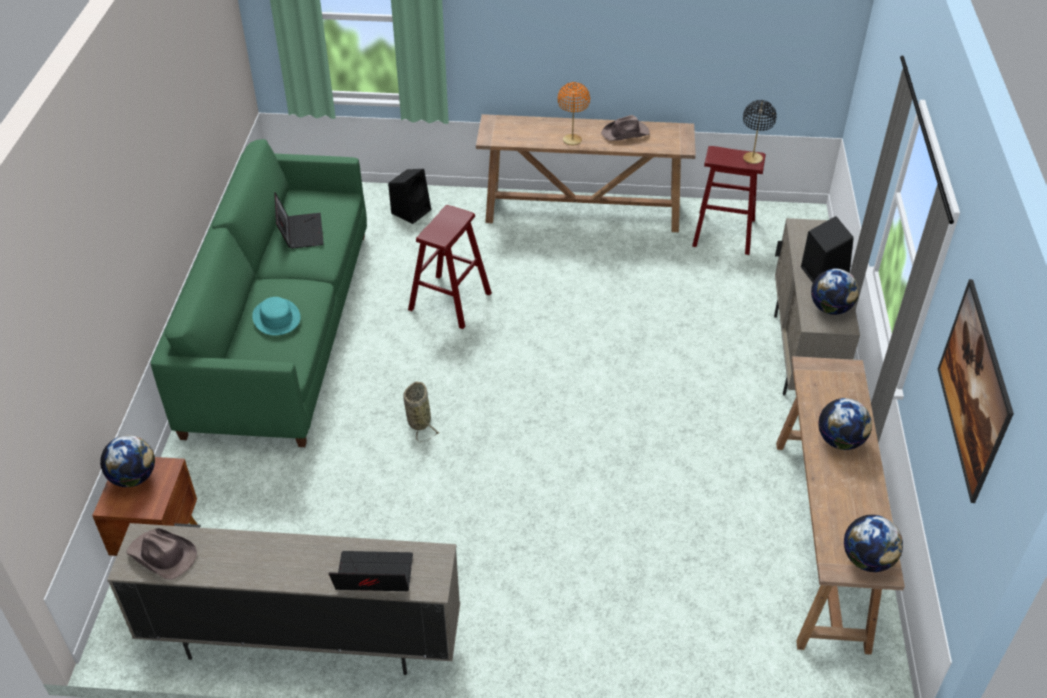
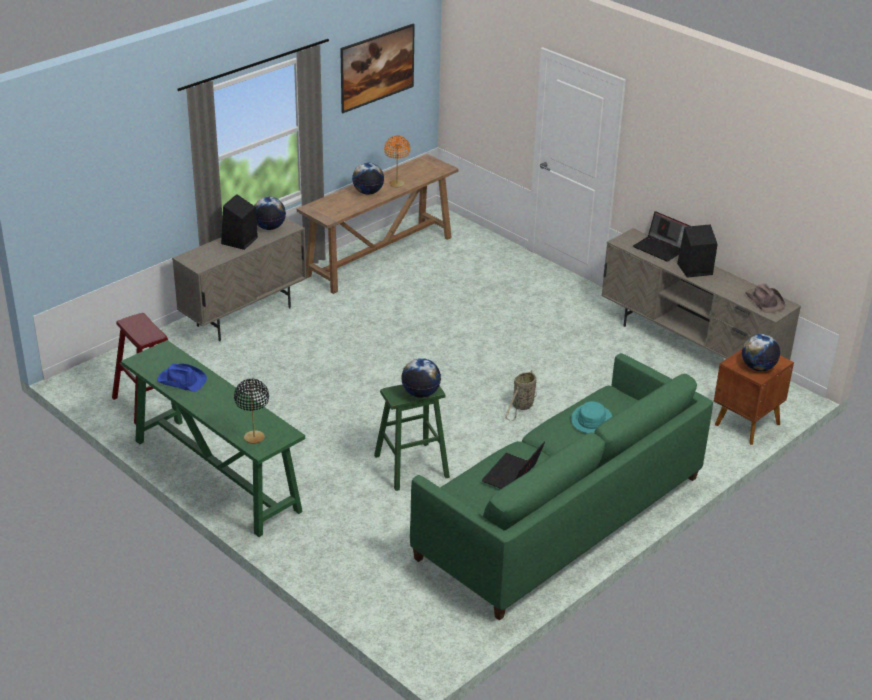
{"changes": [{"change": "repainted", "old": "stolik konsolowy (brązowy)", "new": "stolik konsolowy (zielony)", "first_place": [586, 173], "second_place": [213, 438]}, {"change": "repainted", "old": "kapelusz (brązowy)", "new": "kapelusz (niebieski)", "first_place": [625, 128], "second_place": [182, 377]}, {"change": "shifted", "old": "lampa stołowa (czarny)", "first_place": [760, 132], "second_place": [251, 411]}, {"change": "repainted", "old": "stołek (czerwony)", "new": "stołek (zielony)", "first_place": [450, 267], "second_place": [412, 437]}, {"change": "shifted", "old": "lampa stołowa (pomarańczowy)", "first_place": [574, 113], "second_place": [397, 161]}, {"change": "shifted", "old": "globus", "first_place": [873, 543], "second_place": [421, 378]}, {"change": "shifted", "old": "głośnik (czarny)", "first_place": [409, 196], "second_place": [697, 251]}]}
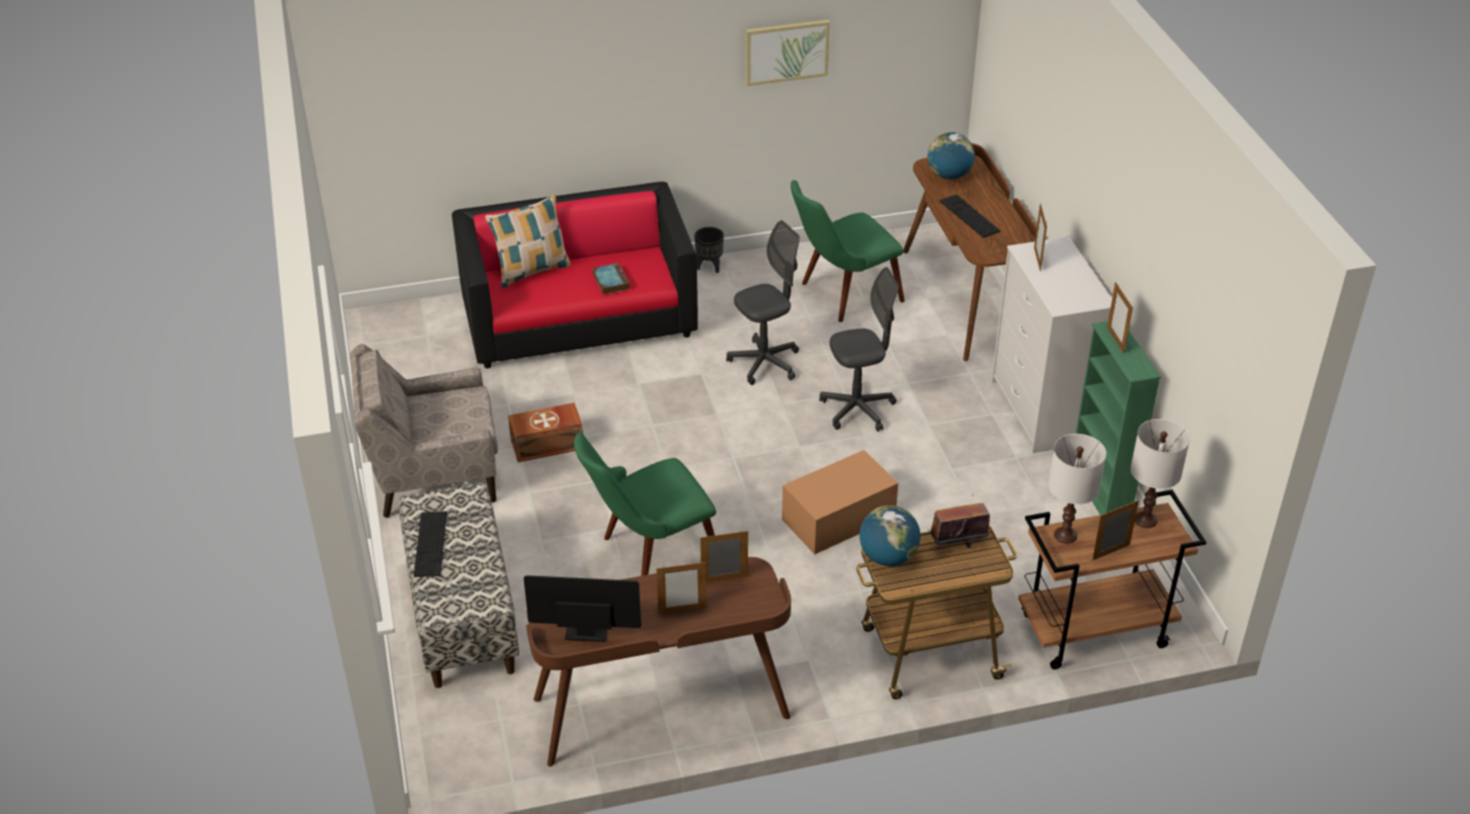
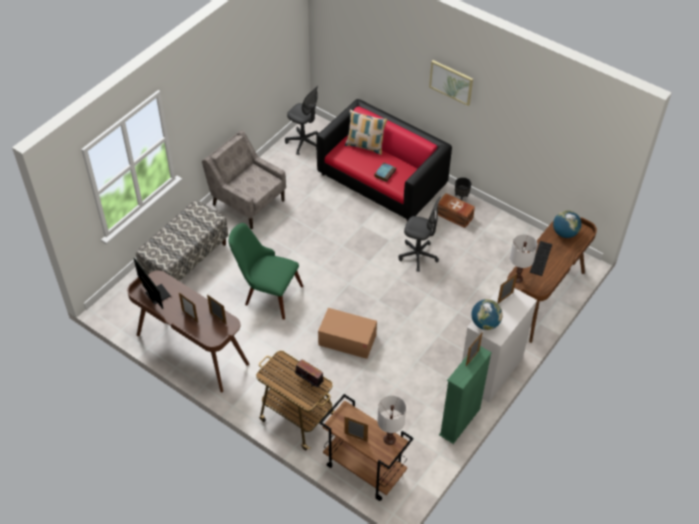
{"changes": [{"change": "shifted", "old": "krzesło biurowe (szary)", "first_place": [859, 349], "second_place": [302, 120]}, {"change": "shifted", "old": "obraz", "first_place": [788, 53], "second_place": [451, 83]}, {"change": "shifted", "old": "pojemnik do przechowywania (brązowy)", "first_place": [545, 432], "second_place": [456, 210]}, {"change": "shifted", "old": "globus", "first_place": [890, 535], "second_place": [487, 314]}, {"change": "shifted", "old": "lampa stołowa (biały)", "first_place": [1077, 489], "second_place": [524, 258]}, {"change": "gone", "old": "klawiatura", "first_place": [430, 544]}, {"change": "gone", "old": "krzesło (zielony)", "first_place": [848, 251]}]}
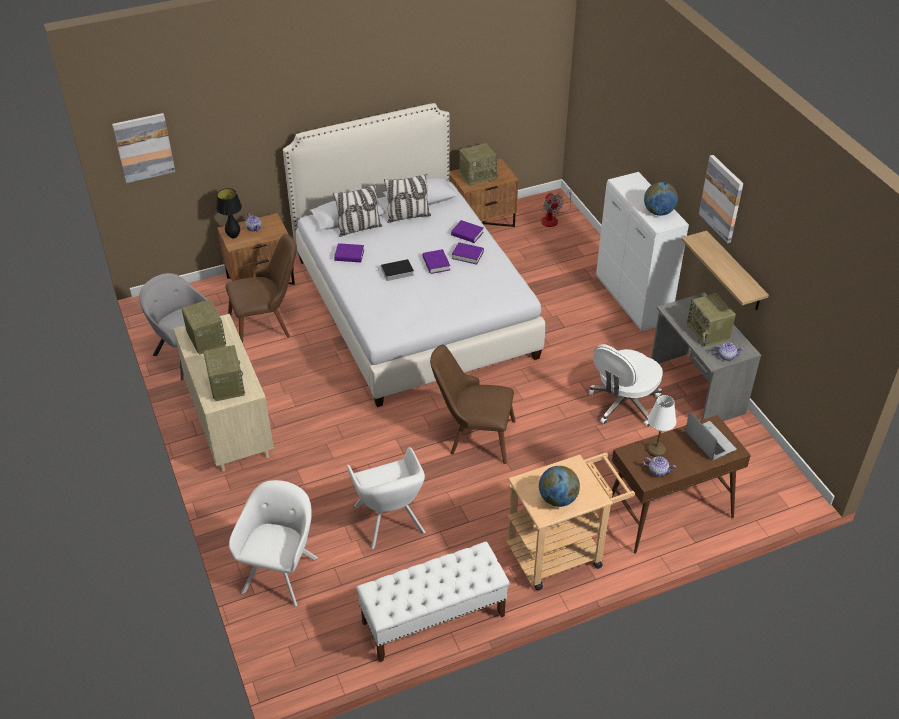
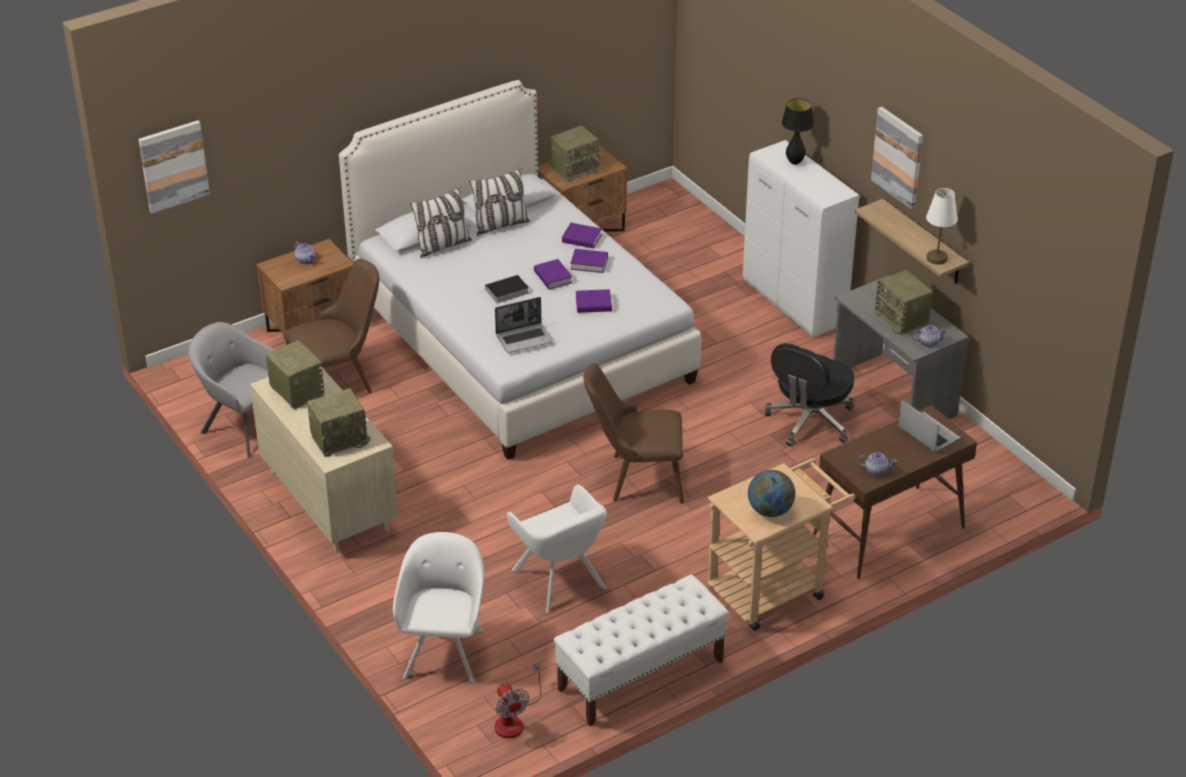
{"changes": [{"change": "rotated", "old": "radio", "first_place": [224, 373], "second_place": [338, 422], "degrees": 90}, {"change": "shifted", "old": "wentylator", "first_place": [556, 208], "second_place": [517, 700]}, {"change": "new", "new": "laptop", "second_place": [524, 325]}, {"change": "shifted", "old": "książka (fioletowy)", "first_place": [349, 252], "second_place": [594, 301]}, {"change": "repainted", "old": "krzesło biurowe (biały)", "new": "krzesło biurowe (czarny)", "first_place": [626, 385], "second_place": [809, 395]}, {"change": "shifted", "old": "lampa stołowa (czarny)", "first_place": [229, 213], "second_place": [798, 132]}, {"change": "shifted", "old": "lampa stołowa (biały)", "first_place": [661, 426], "second_place": [942, 226]}, {"change": "gone", "old": "globus", "first_place": [661, 199]}]}
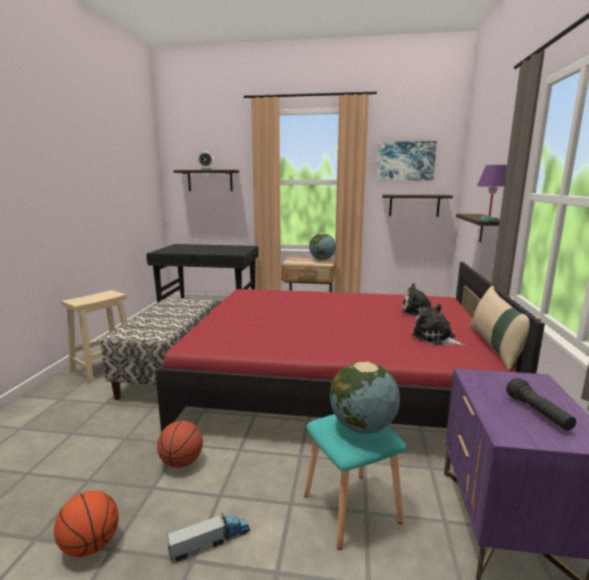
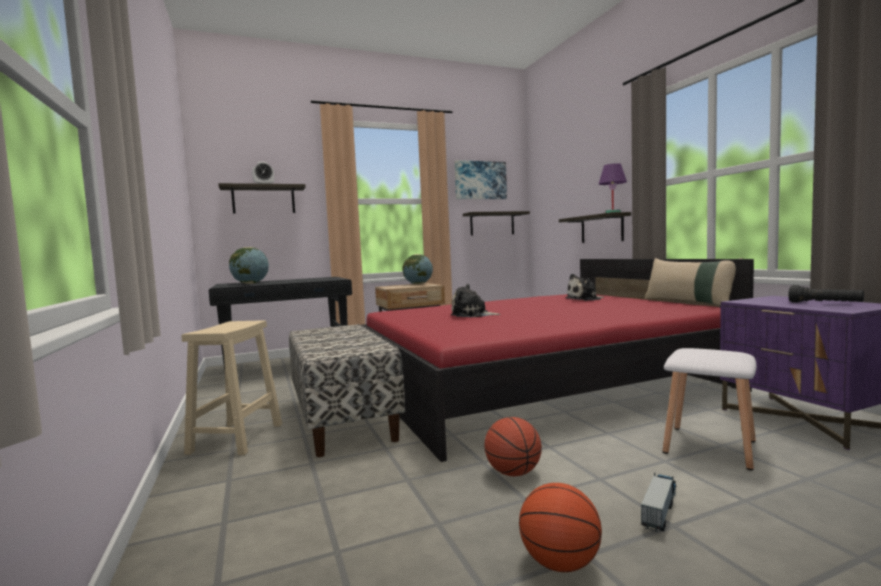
{"changes": [{"change": "shifted", "old": "globus", "first_place": [365, 398], "second_place": [249, 265]}, {"change": "shifted", "old": "pluszak", "first_place": [438, 325], "second_place": [476, 300]}, {"change": "repainted", "old": "stołek (turkusowy)", "new": "stołek (biały)", "first_place": [355, 482], "second_place": [709, 409]}]}
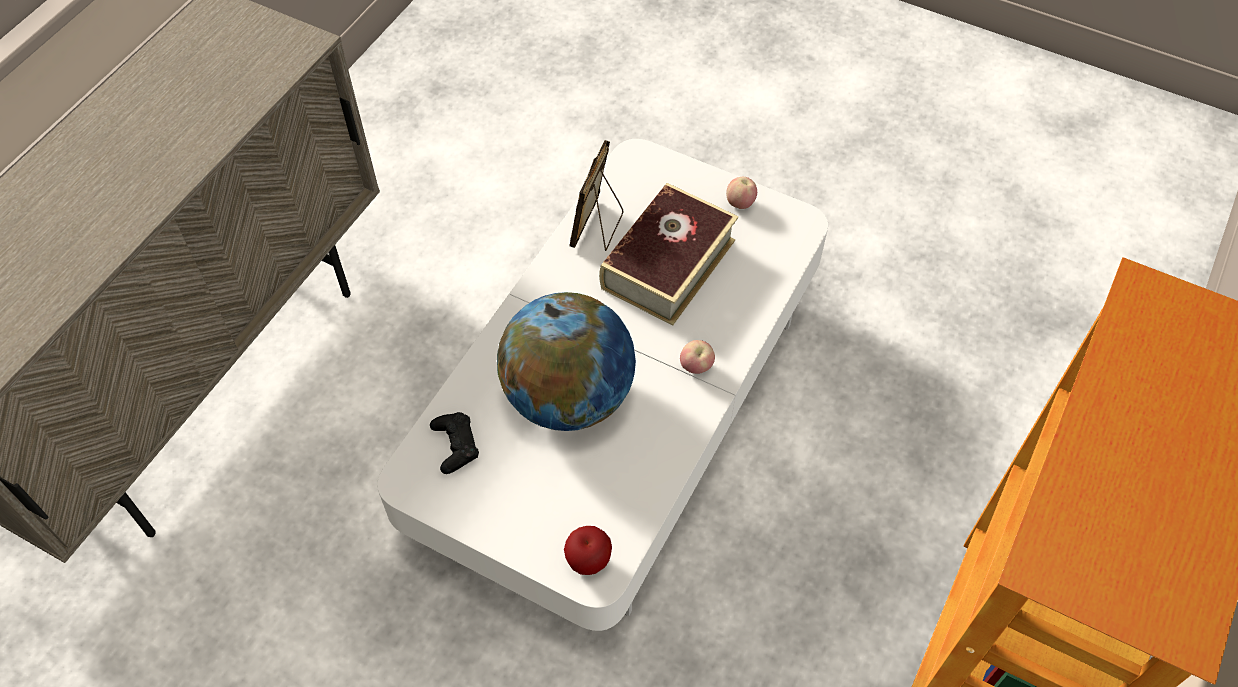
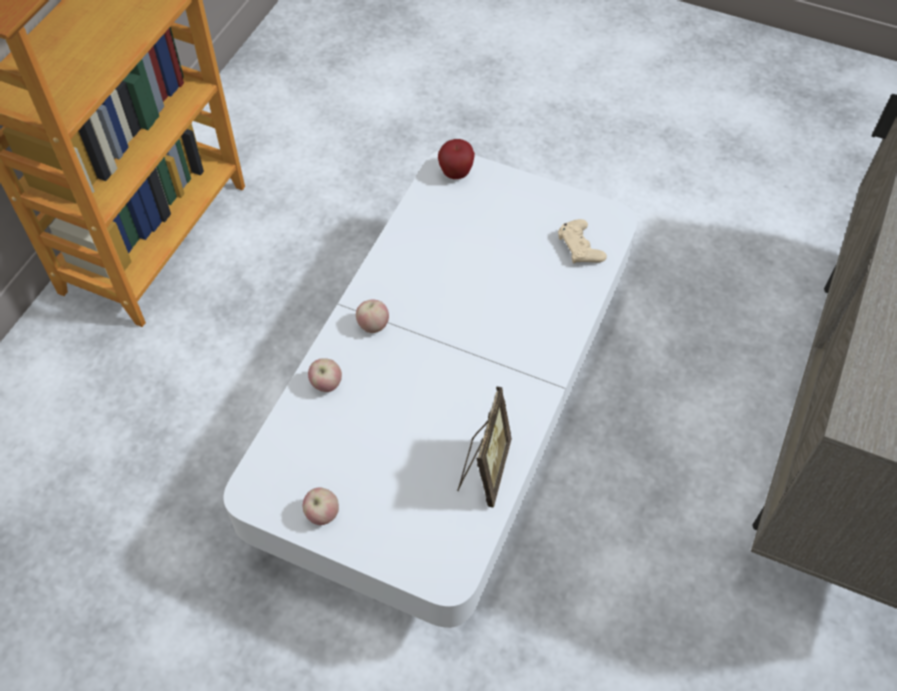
{"changes": [{"change": "new", "new": "jabłko", "second_place": [325, 375]}, {"change": "repainted", "old": "pad do gier (czarny)", "new": "pad do gier (beżowy)", "first_place": [454, 443], "second_place": [582, 241]}, {"change": "gone", "old": "globus", "first_place": [566, 361]}, {"change": "gone", "old": "książka", "first_place": [668, 254]}]}
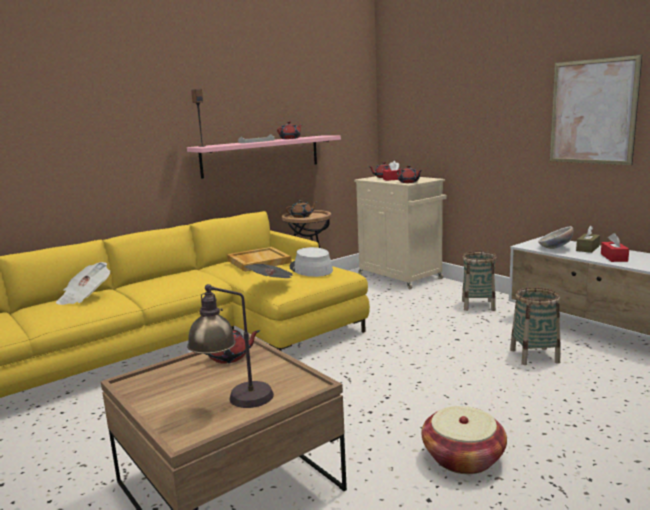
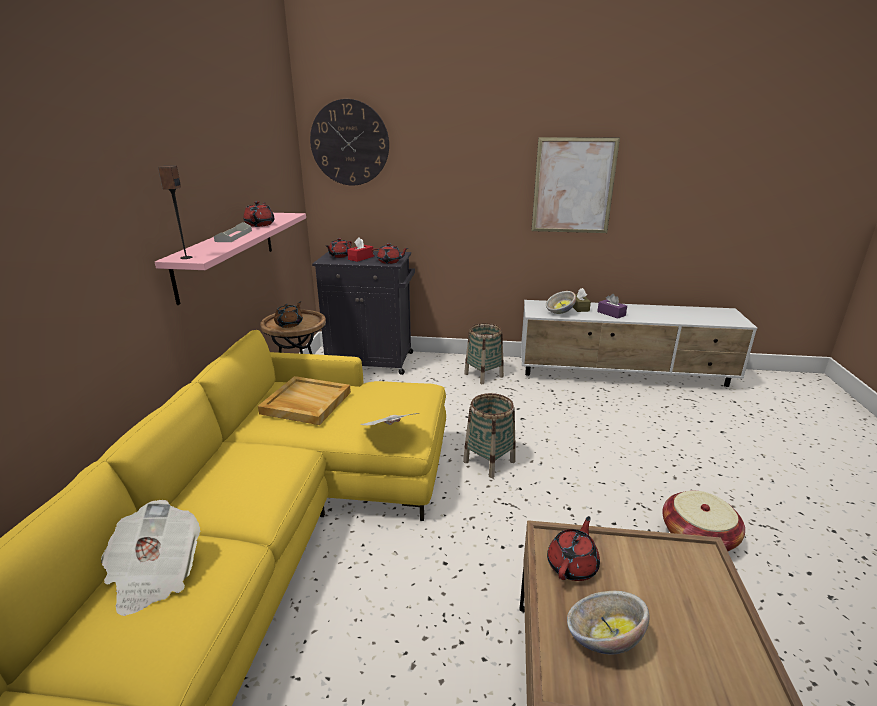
{"changes": [{"change": "new", "new": "zegar ścienny", "second_place": [349, 142]}, {"change": "repainted", "old": "szafka (beżowy)", "new": "szafka (czarny)", "first_place": [400, 232], "second_place": [363, 313]}, {"change": "shifted", "old": "koszyk", "first_place": [535, 326], "second_place": [489, 435]}, {"change": "new", "new": "miska", "second_place": [608, 622]}, {"change": "repainted", "old": "pudełko chusteczek (czerwony)", "new": "pudełko chusteczek (fioletowy)", "first_place": [615, 247], "second_place": [612, 306]}, {"change": "gone", "old": "lampa stołowa", "first_place": [230, 346]}, {"change": "gone", "old": "kapelusz (szary)", "first_place": [311, 262]}]}
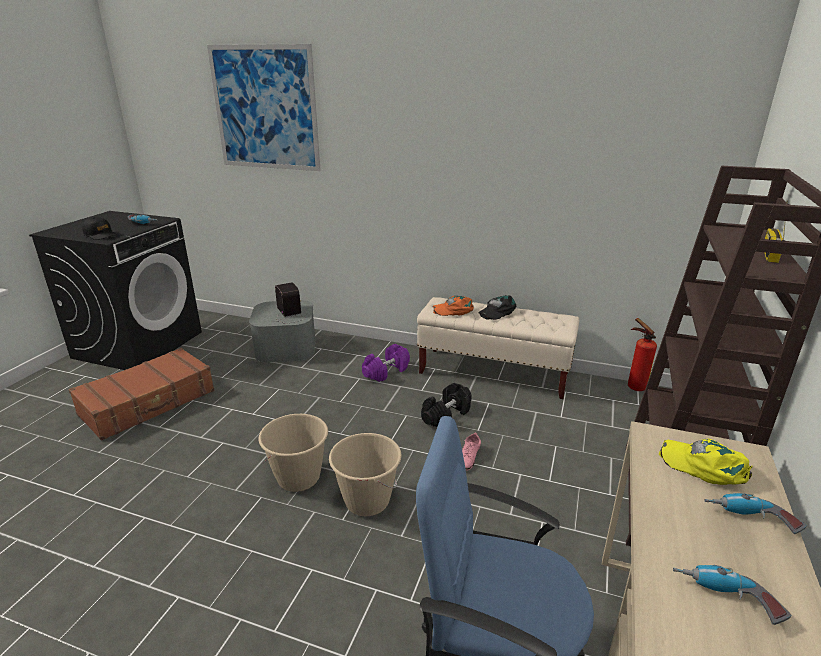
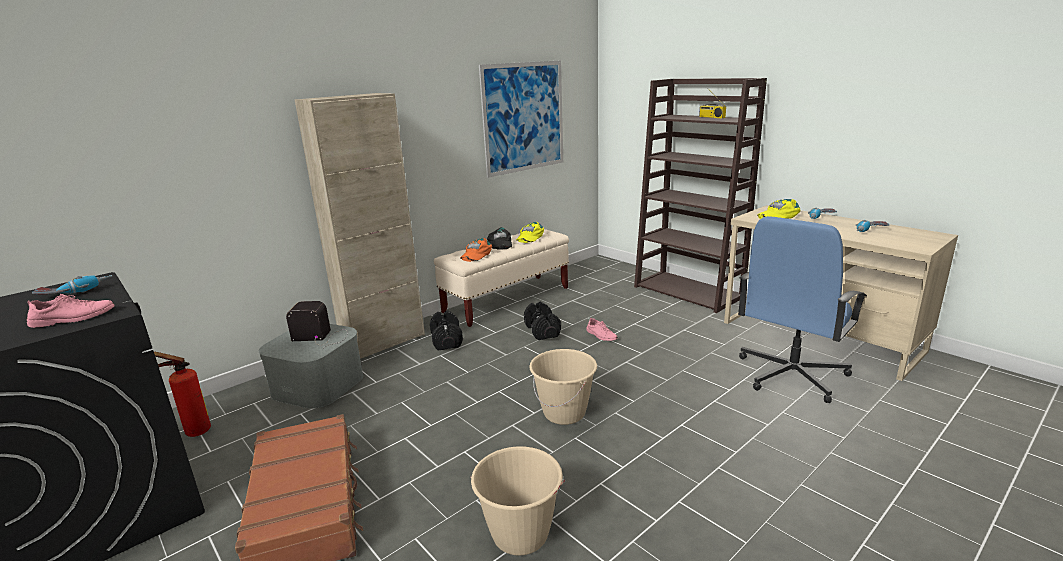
{"changes": [{"change": "swapped", "old": "czapka z daszkiem (czarny)", "new": "but (różowy)", "first_place": [99, 228], "second_place": [70, 311]}, {"change": "shifted", "old": "gaśnica", "first_place": [642, 354], "second_place": [182, 394]}, {"change": "new", "new": "szafka (beżowy)", "second_place": [360, 226]}, {"change": "repainted", "old": "hantel (fioletowy)", "new": "hantel (czarny)", "first_place": [386, 363], "second_place": [446, 330]}, {"change": "shifted", "old": "wiadro (beżowy)", "first_place": [365, 474], "second_place": [517, 501]}, {"change": "shifted", "old": "obraz", "first_place": [264, 107], "second_place": [521, 119]}, {"change": "new", "new": "czapka z daszkiem (żółty)", "second_place": [530, 232]}]}
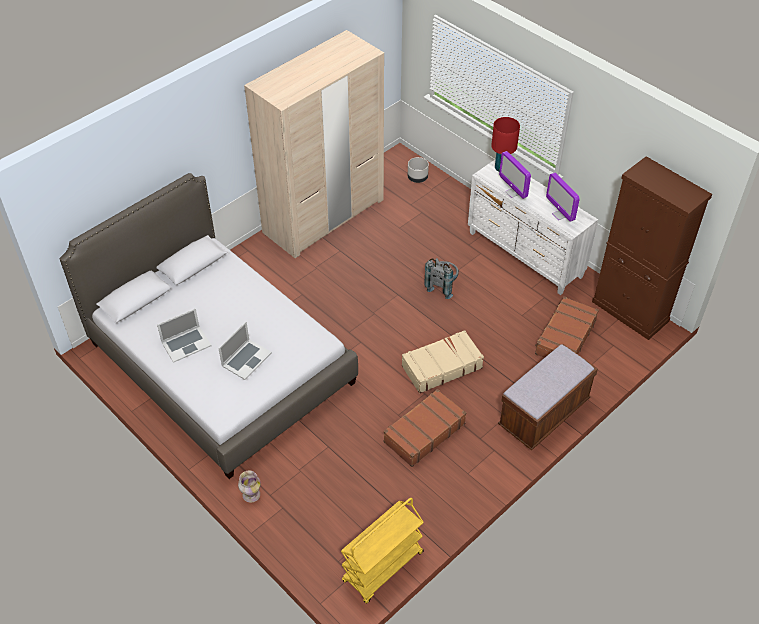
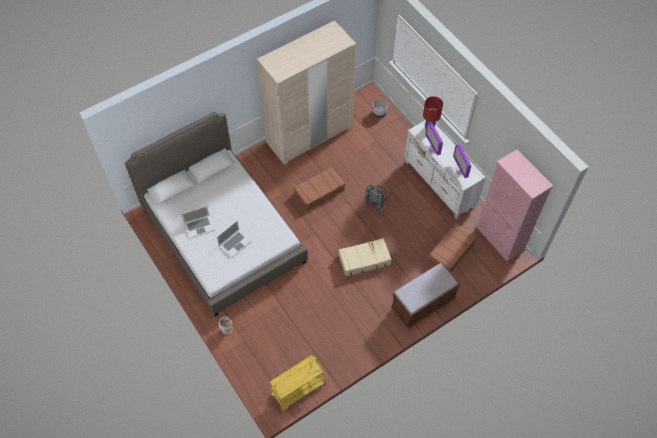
{"changes": [{"change": "shifted", "old": "walizka (brązowy)", "first_place": [425, 428], "second_place": [319, 189]}, {"change": "repainted", "old": "szafka (brązowy)", "new": "szafka (różowy)", "first_place": [652, 248], "second_place": [514, 205]}]}
